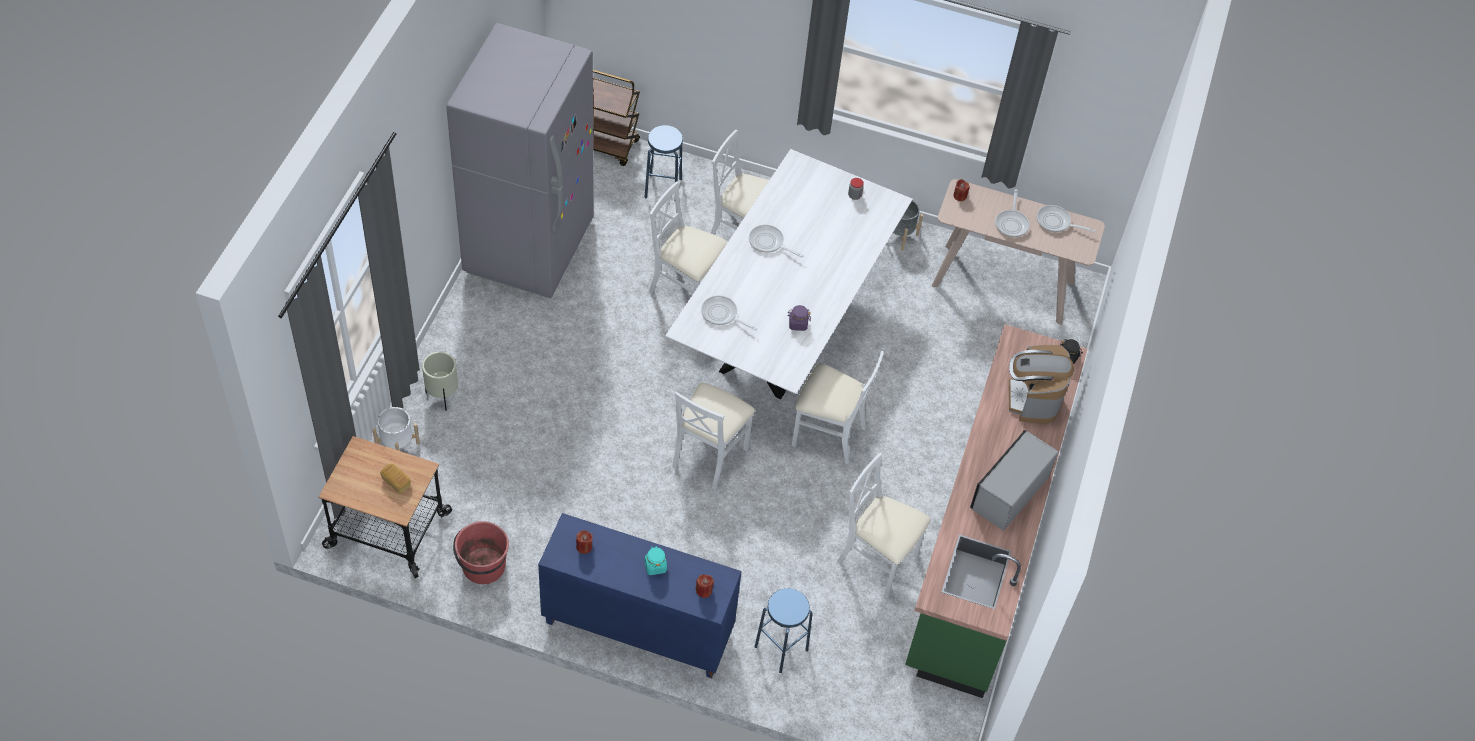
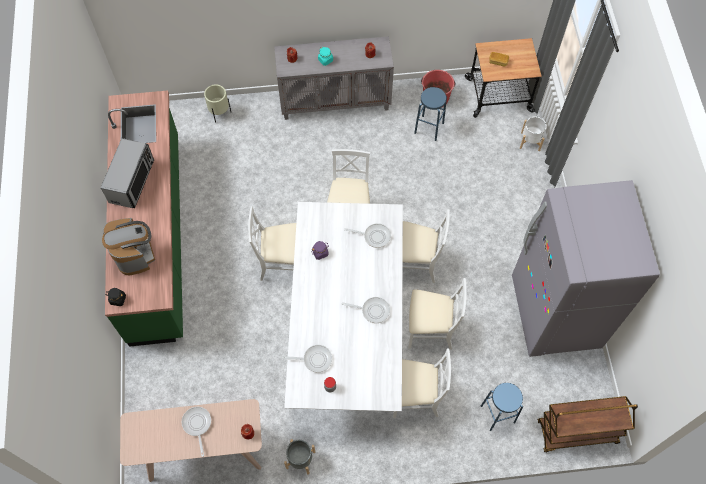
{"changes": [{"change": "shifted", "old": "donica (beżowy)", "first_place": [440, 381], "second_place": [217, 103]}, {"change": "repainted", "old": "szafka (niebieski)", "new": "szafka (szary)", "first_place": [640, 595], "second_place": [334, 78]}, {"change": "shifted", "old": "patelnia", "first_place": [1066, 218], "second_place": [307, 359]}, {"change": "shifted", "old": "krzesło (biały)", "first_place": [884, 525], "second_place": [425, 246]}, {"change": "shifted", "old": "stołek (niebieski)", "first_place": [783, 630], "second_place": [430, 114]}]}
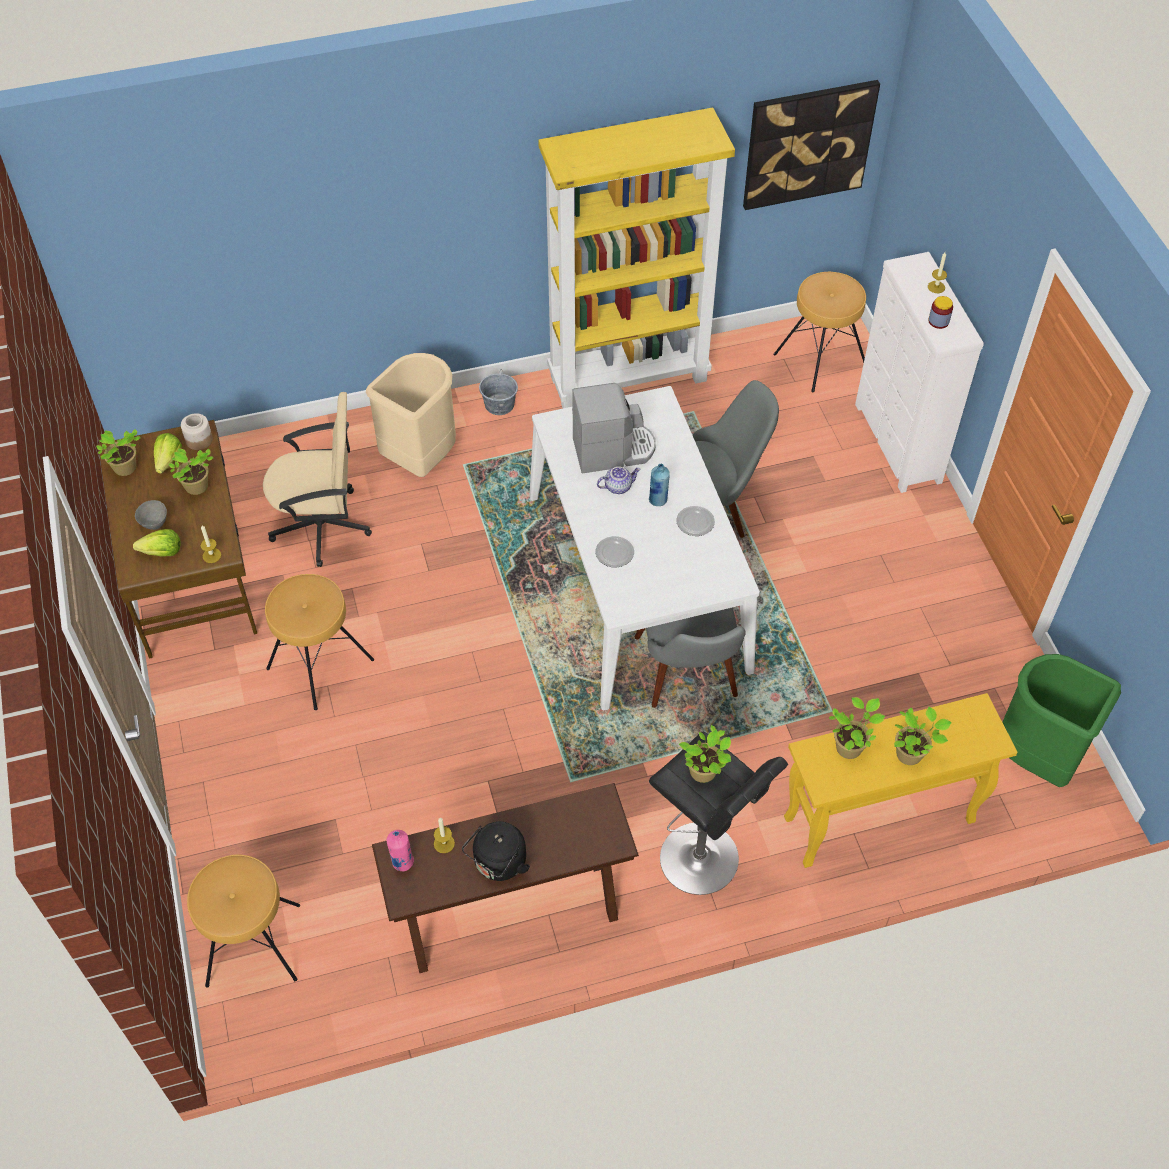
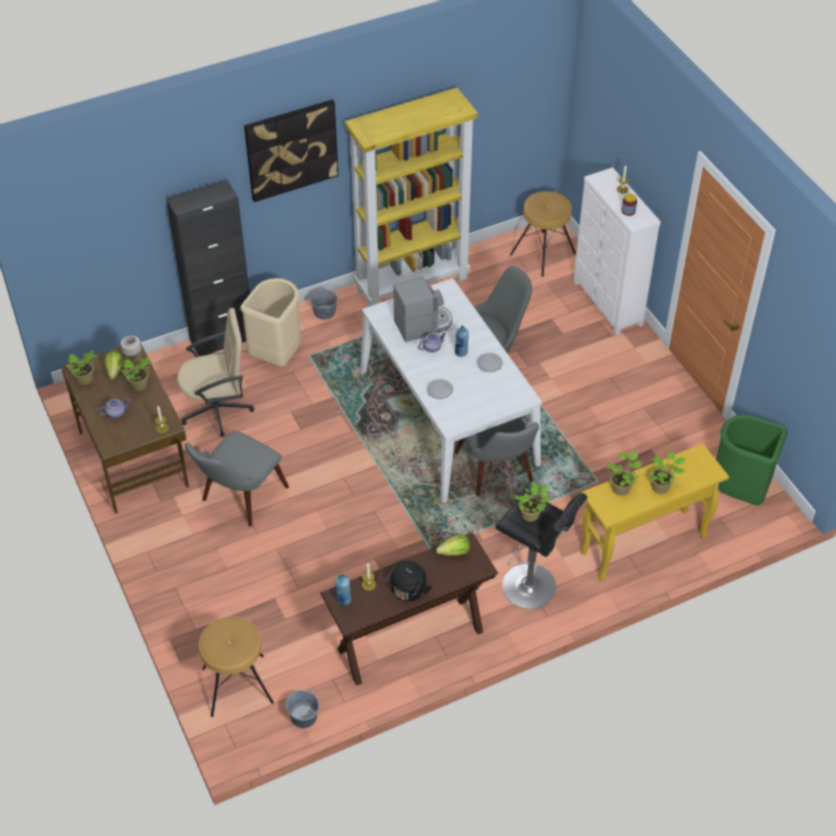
{"changes": [{"change": "swapped", "old": "miska (szary)", "new": "imbryk", "first_place": [151, 515], "second_place": [114, 409]}, {"change": "new", "new": "szafka (czarny)", "second_place": [208, 268]}, {"change": "swapped", "old": "stołek (brązowy)", "new": "krzesło (szary)", "first_place": [319, 642], "second_place": [237, 479]}, {"change": "shifted", "old": "obraz", "first_place": [811, 145], "second_place": [291, 150]}, {"change": "new", "new": "wiadro (szary)", "second_place": [302, 709]}, {"change": "repainted", "old": "butelka (różowy)", "new": "butelka (niebieski)", "first_place": [400, 850], "second_place": [343, 590]}, {"change": "shifted", "old": "sałata", "first_place": [157, 543], "second_place": [453, 545]}]}
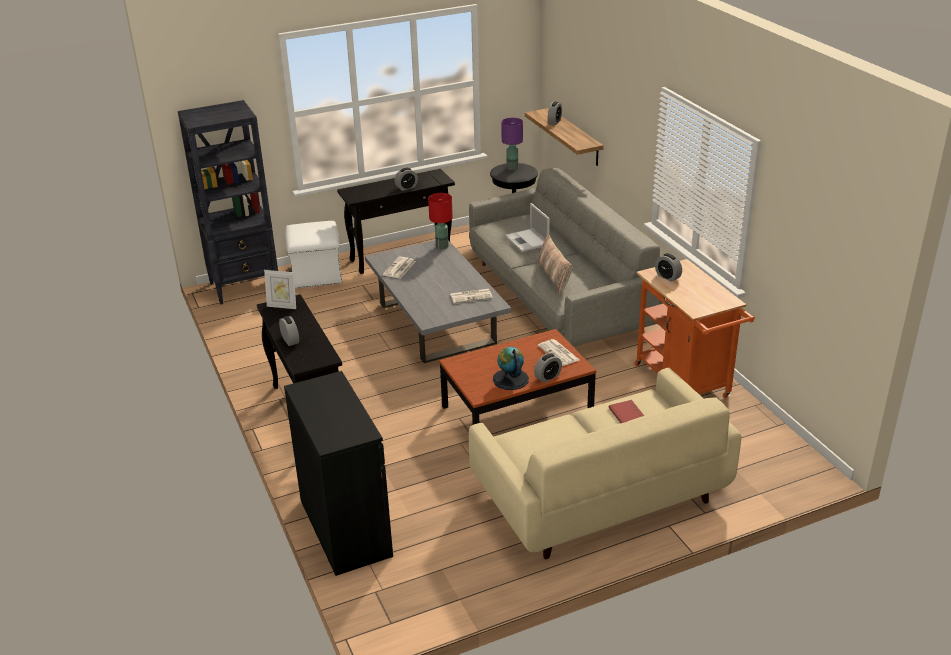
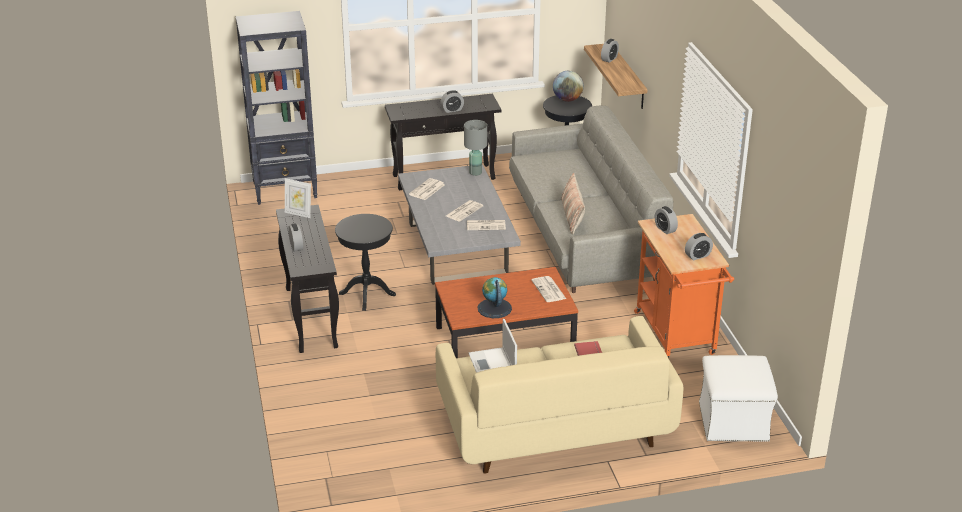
{"changes": [{"change": "new", "new": "stolik (czarny)", "second_place": [365, 262]}, {"change": "new", "new": "gazeta", "second_place": [465, 211]}, {"change": "repainted", "old": "lampa stołowa (czerwony)", "new": "lampa stołowa (szary)", "first_place": [440, 221], "second_place": [475, 148]}, {"change": "shifted", "old": "laptop", "first_place": [527, 227], "second_place": [492, 346]}, {"change": "swapped", "old": "lampa stołowa (fioletowy)", "new": "globus", "first_place": [512, 144], "second_place": [568, 86]}, {"change": "shifted", "old": "budzik", "first_place": [548, 368], "second_place": [699, 246]}, {"change": "shifted", "old": "pufa (biały)", "first_place": [313, 255], "second_place": [738, 398]}, {"change": "gone", "old": "szafka (czarny)", "first_place": [338, 473]}]}
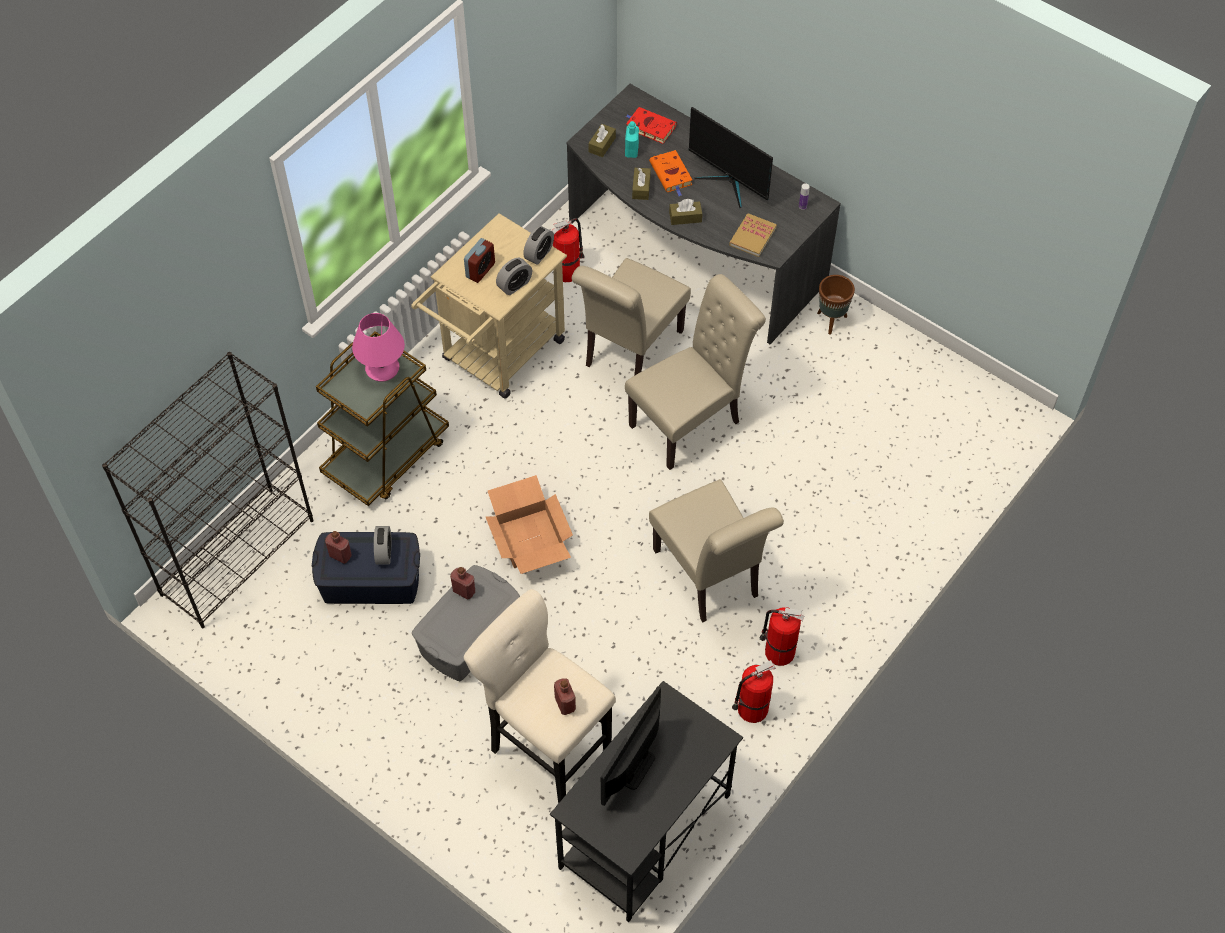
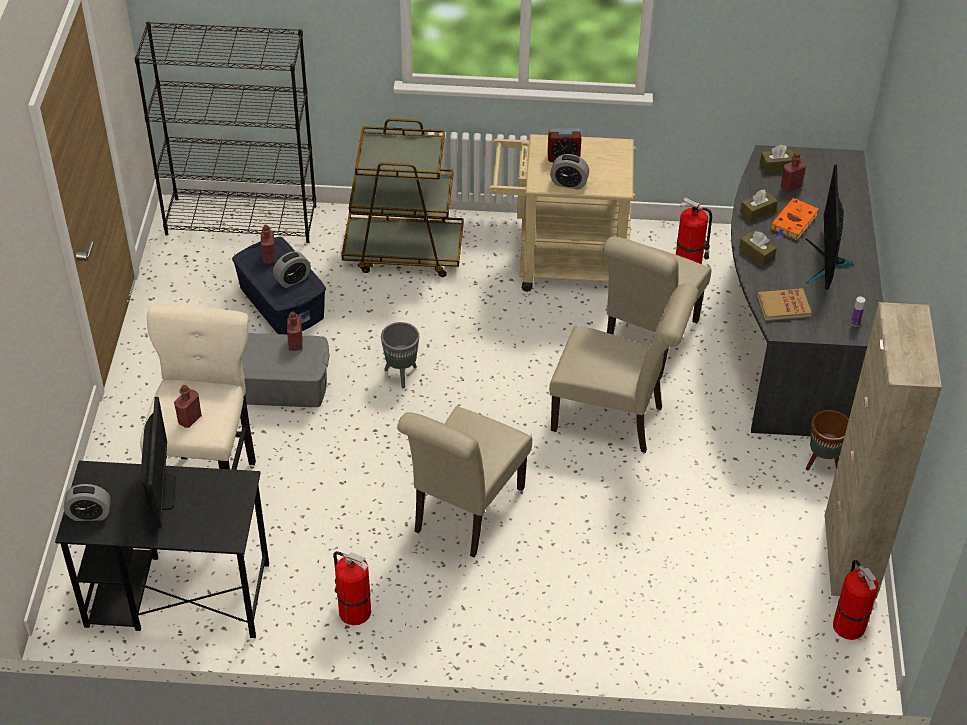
{"changes": [{"change": "shifted", "old": "budzik", "first_place": [538, 245], "second_place": [87, 502]}, {"change": "rotated", "old": "monitor", "first_place": [631, 746], "second_place": [158, 463], "degrees": 90}, {"change": "swapped", "old": "karton", "new": "donica (szary)", "first_place": [529, 524], "second_place": [400, 355]}, {"change": "rotated", "old": "krzesło (beżowy)", "first_place": [631, 317], "second_place": [657, 307], "degrees": -60}, {"change": "repainted", "old": "butelka (turkusowy)", "new": "butelka (czerwony)", "first_place": [632, 139], "second_place": [793, 172]}, {"change": "new", "new": "szafka (beżowy)", "second_place": [883, 450]}, {"change": "shifted", "old": "gaśnica", "first_place": [781, 636], "second_place": [856, 600]}, {"change": "gone", "old": "lampa stołowa (różowy)", "first_place": [378, 347]}, {"change": "gone", "old": "książka (czerwony)", "first_place": [651, 125]}]}
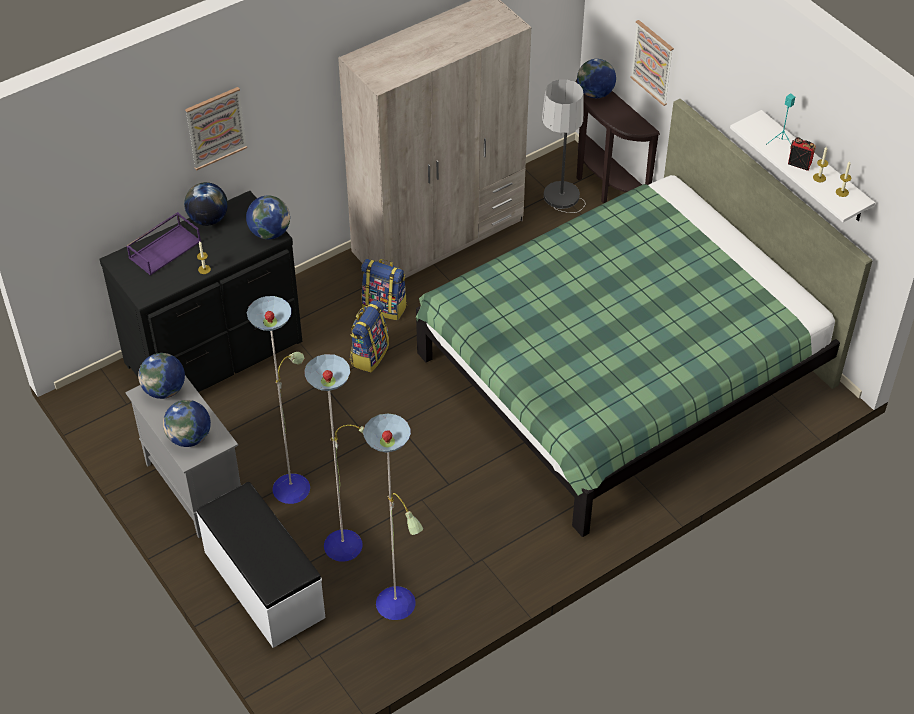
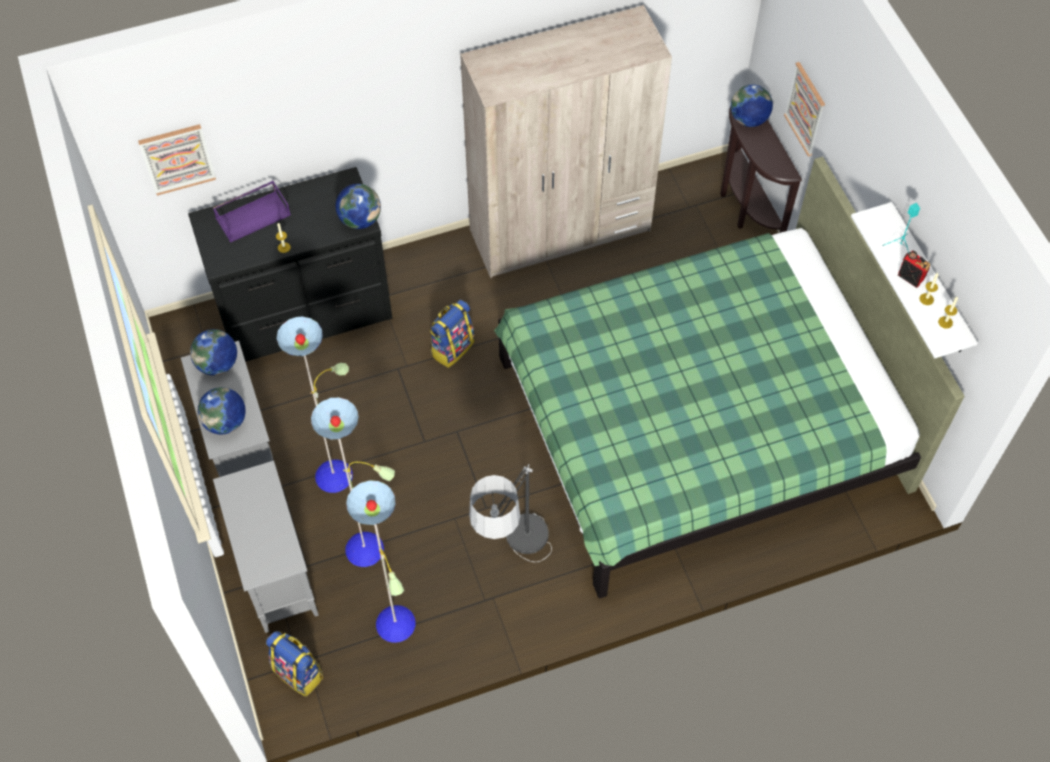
{"changes": [{"change": "shifted", "old": "obraz", "first_place": [216, 128], "second_place": [177, 160]}, {"change": "swapped", "old": "ławka (biały)", "new": "szafka (szary)", "first_place": [261, 565], "second_place": [266, 547]}, {"change": "shifted", "old": "plecak", "first_place": [384, 289], "second_place": [294, 664]}, {"change": "shifted", "old": "lampa stojąca", "first_place": [563, 146], "second_place": [510, 513]}, {"change": "gone", "old": "globus", "first_place": [206, 204]}]}
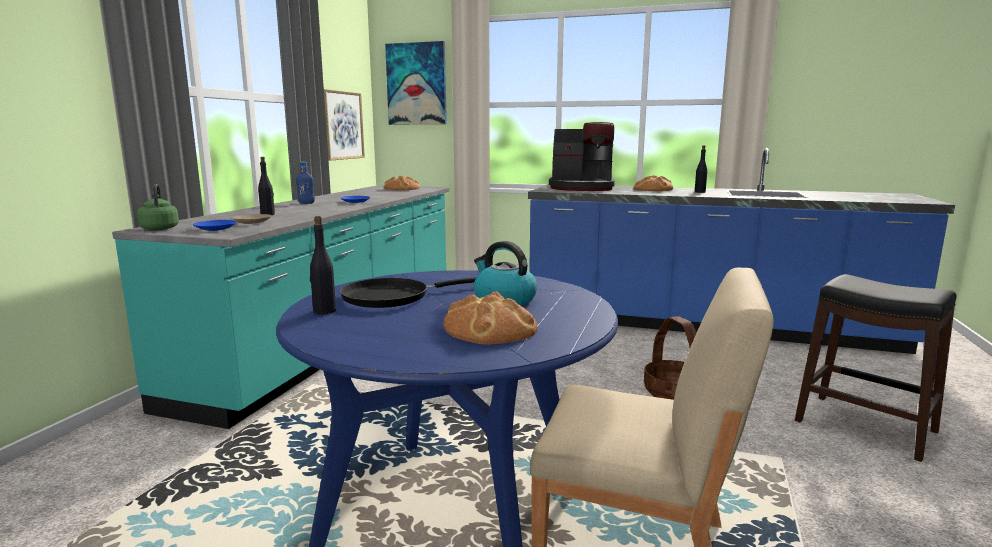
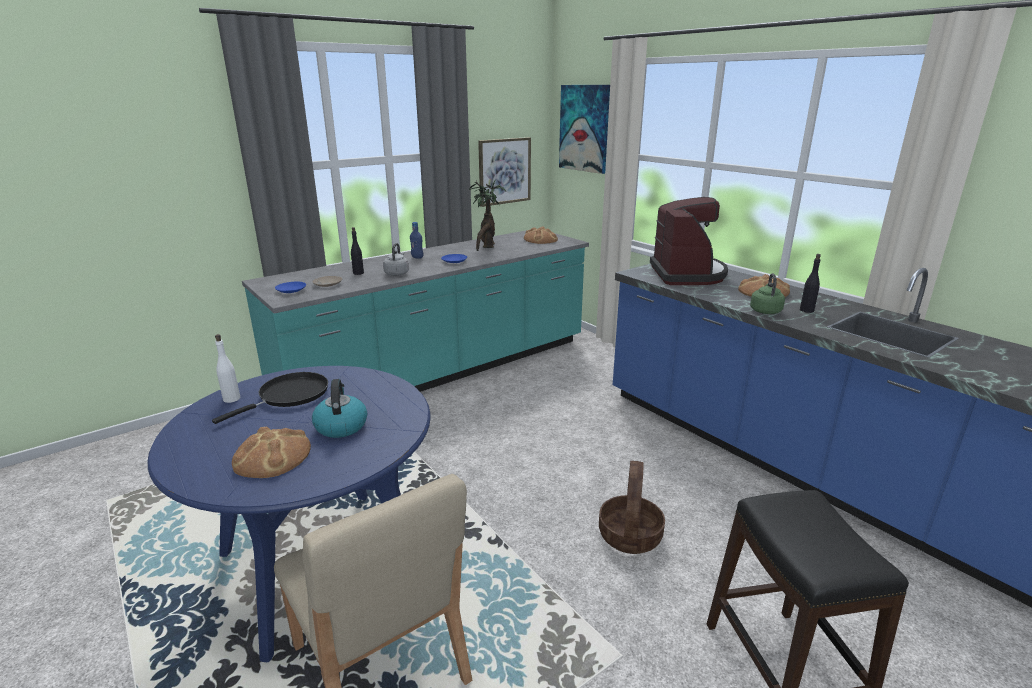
{"changes": [{"change": "rotated", "old": "patelnia (czarny)", "first_place": [408, 292], "second_place": [270, 398], "degrees": 120}, {"change": "repainted", "old": "butelka (czarny)", "new": "butelka (biały)", "first_place": [323, 265], "second_place": [227, 368]}, {"change": "new", "new": "czajnik (szary)", "second_place": [396, 259]}, {"change": "new", "new": "roślina doniczkowa", "second_place": [488, 215]}, {"change": "rotated", "old": "ekspres do kawy", "first_place": [582, 156], "second_place": [689, 241], "degrees": -135}, {"change": "shifted", "old": "czajnik (zielony)", "first_place": [158, 207], "second_place": [767, 293]}]}
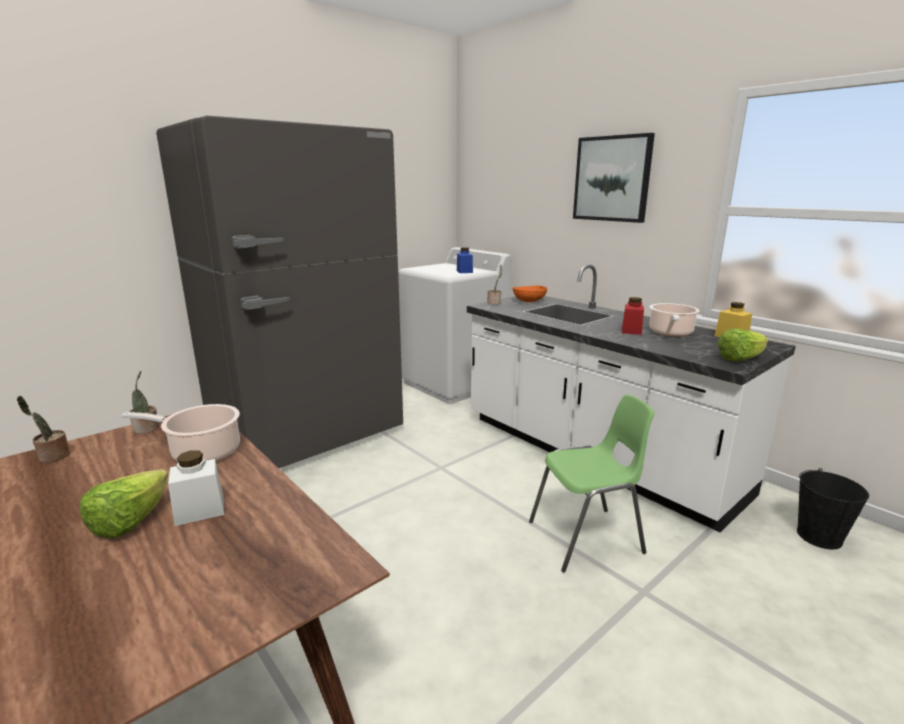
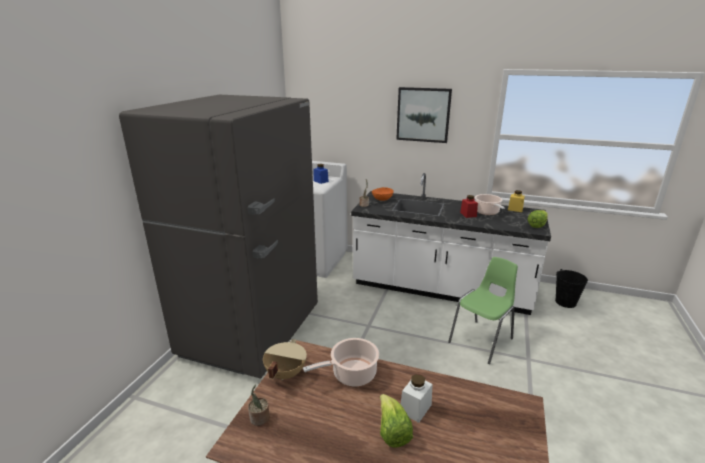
{"changes": [{"change": "swapped", "old": "roślina doniczkowa", "new": "garnek (beżowy)", "first_place": [144, 402], "second_place": [285, 360]}]}
